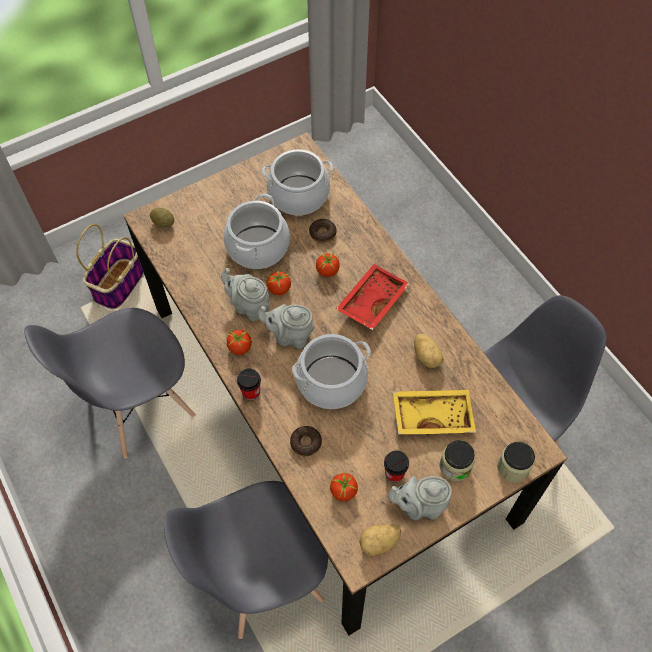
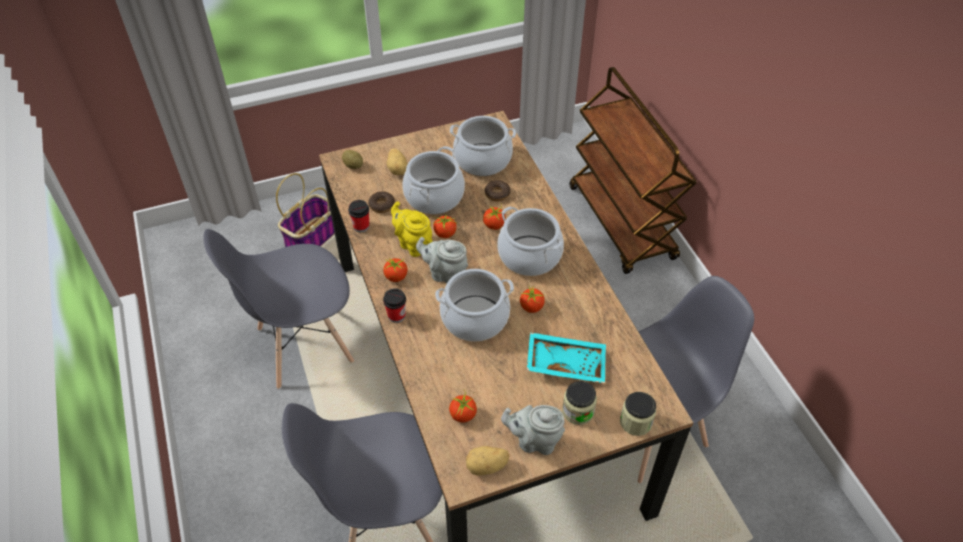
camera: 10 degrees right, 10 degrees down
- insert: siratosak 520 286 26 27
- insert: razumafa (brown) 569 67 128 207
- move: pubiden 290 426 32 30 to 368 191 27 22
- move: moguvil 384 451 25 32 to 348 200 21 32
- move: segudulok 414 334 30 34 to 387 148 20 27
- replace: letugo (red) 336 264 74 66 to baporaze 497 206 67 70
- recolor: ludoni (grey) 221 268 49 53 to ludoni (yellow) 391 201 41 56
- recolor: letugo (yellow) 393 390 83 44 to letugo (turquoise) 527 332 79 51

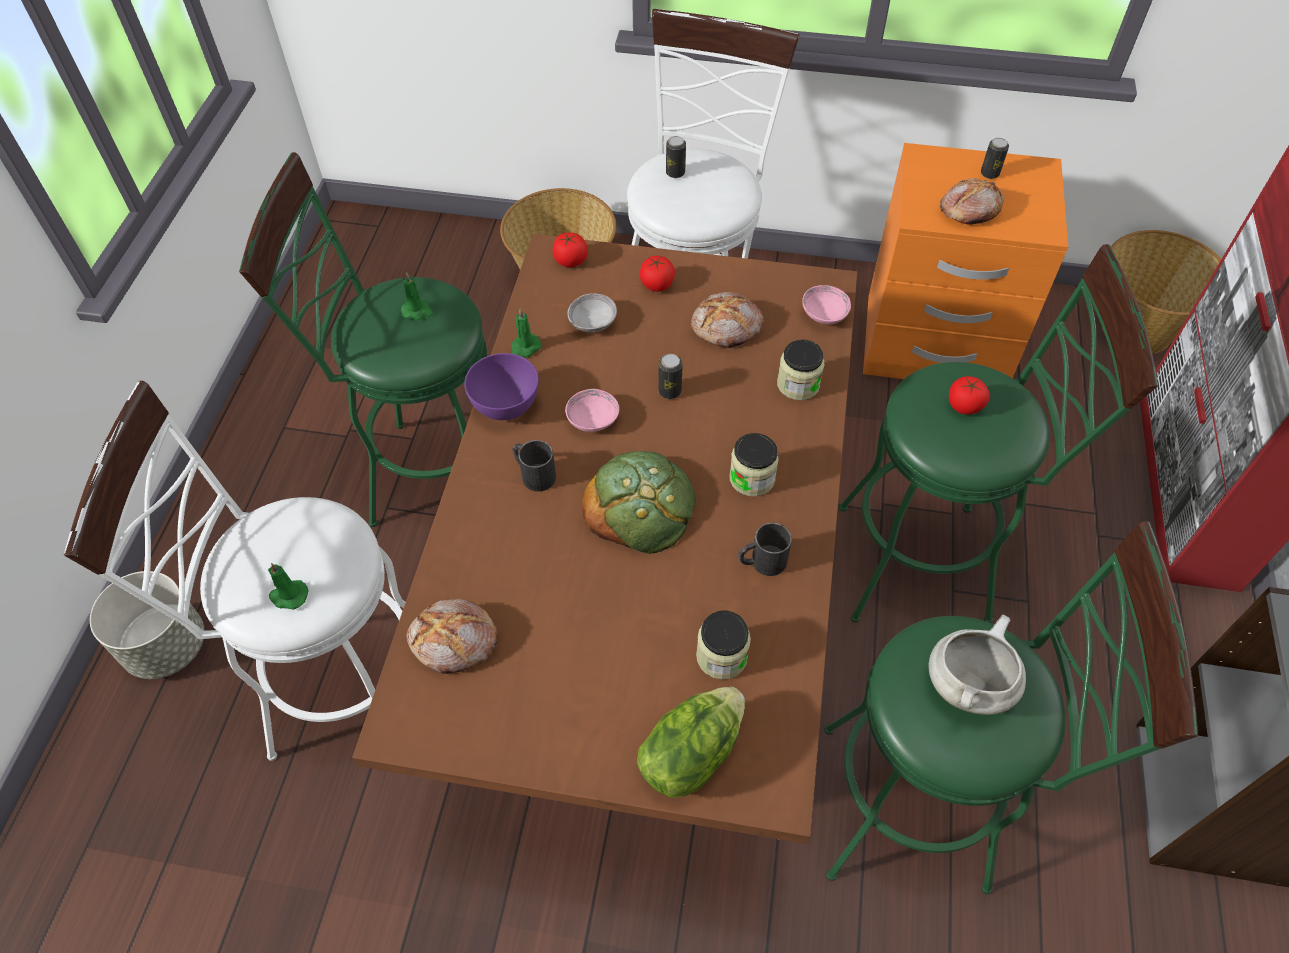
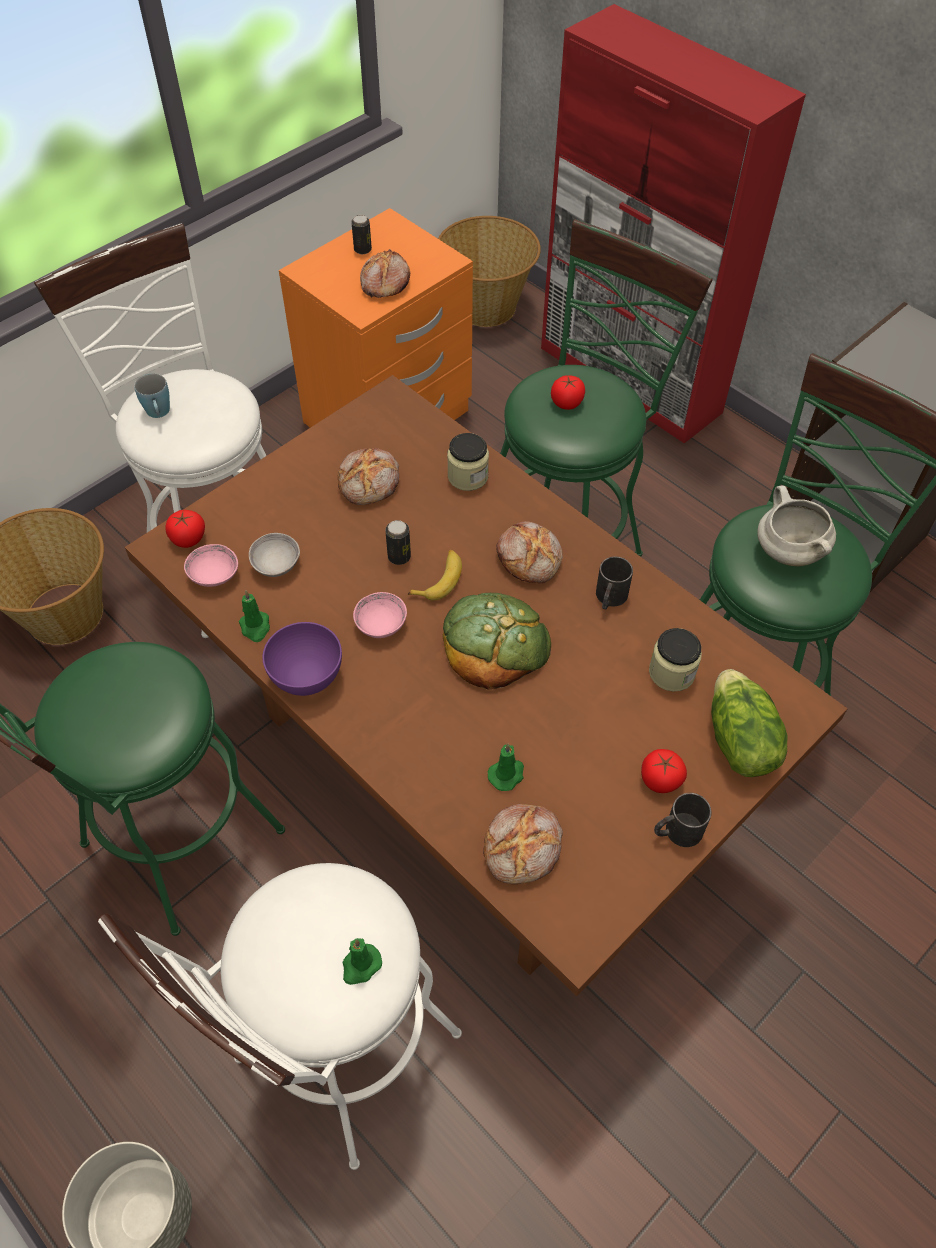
camera: 55 degrees left, 0 degrees up
- insert: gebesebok 408 550 54 50
- move: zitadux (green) 401 272 33 48 to 488 743 36 48
- move: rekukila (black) 512 440 44 52 to 654 793 57 54
- move: siratosak 640 256 35 36 to 641 749 46 44
- move: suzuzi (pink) 802 285 49 39 to 184 544 54 43
- replace: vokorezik 666 136 20 42 to rekukila (blue) 134 373 36 45
- replace: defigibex 729 433 50 63 to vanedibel 497 521 66 63

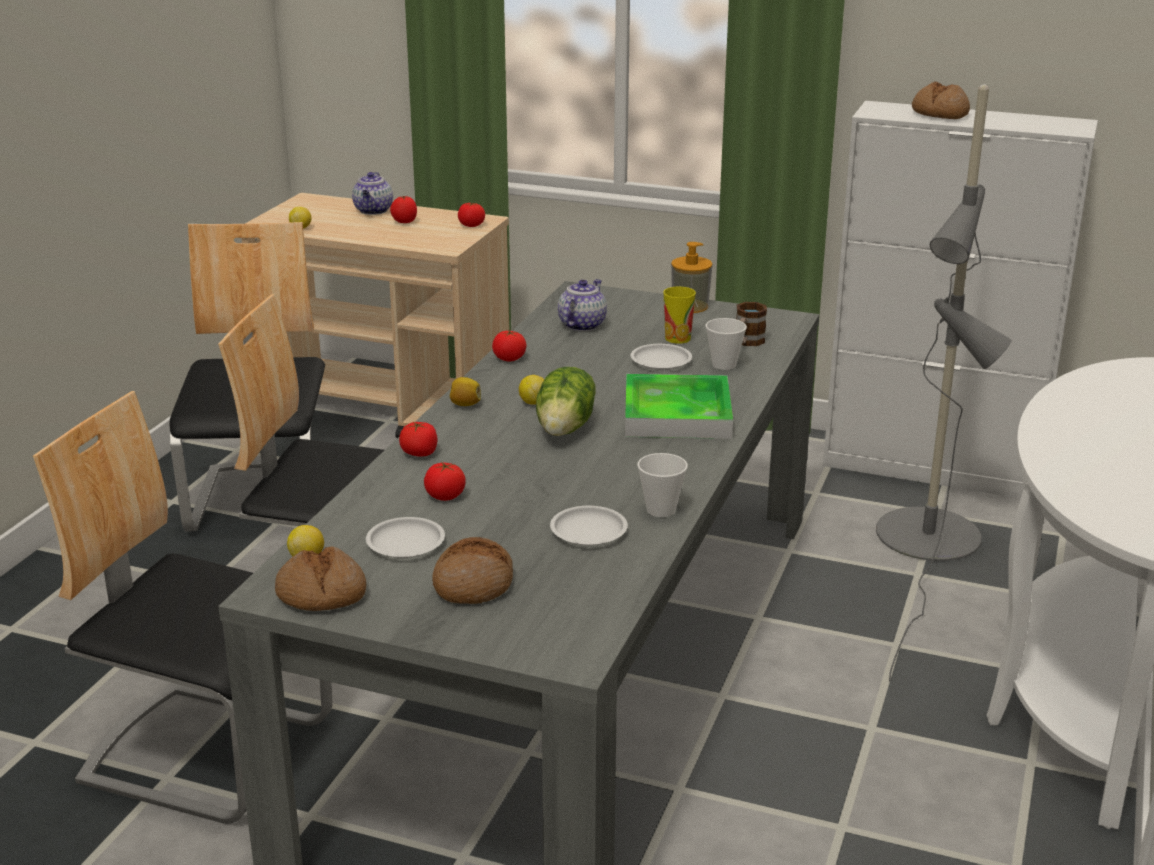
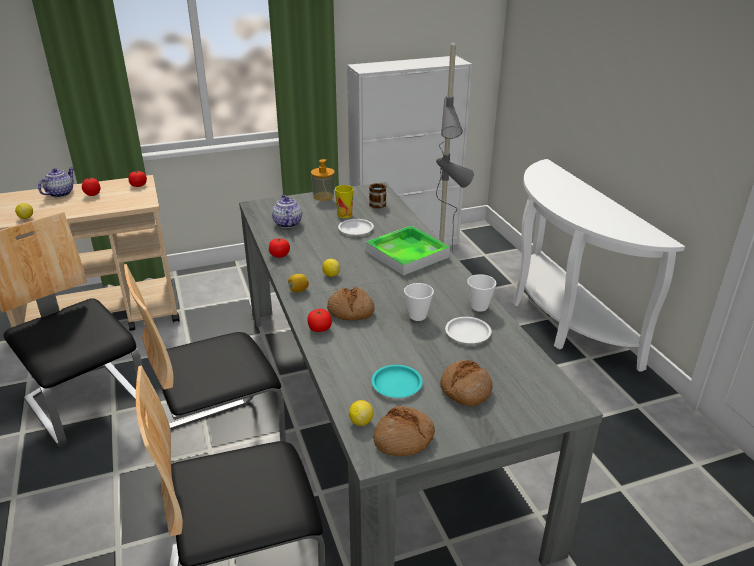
camera: 40 degrees left, 5 degrees up
- delete: siratosak 424 463 42 38
- delete: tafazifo 536 367 60 69
- move: moguvil 705 318 42 52 to 404 283 30 38
- move: vanedibel 912 81 58 38 to 327 287 47 34
- recolor: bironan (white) 366 517 79 41 to bironan (turquoise) 371 365 52 33
- rotate: ludoni 352 172 41 43 = 38 168 36 30 120 degrees counterclockwise

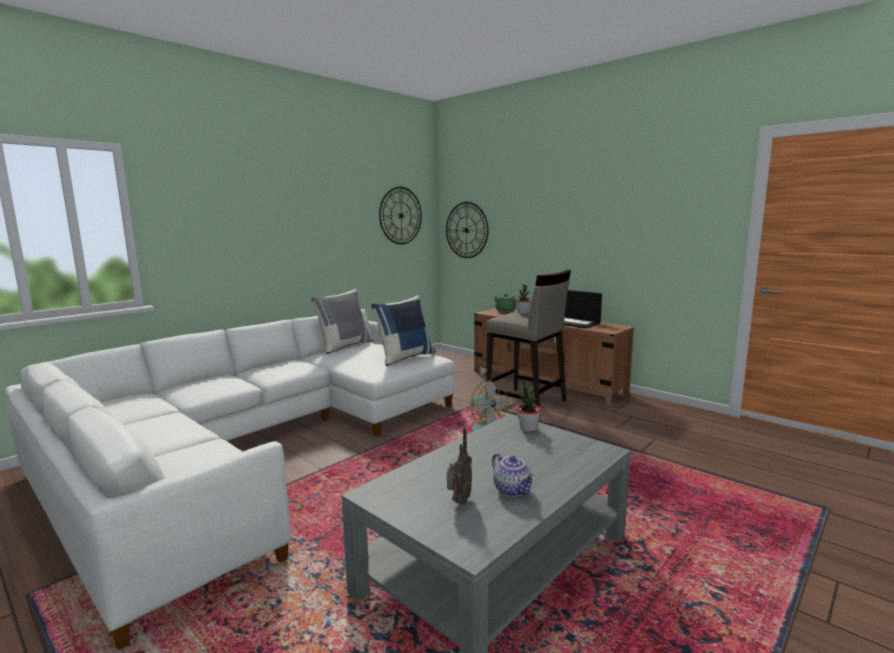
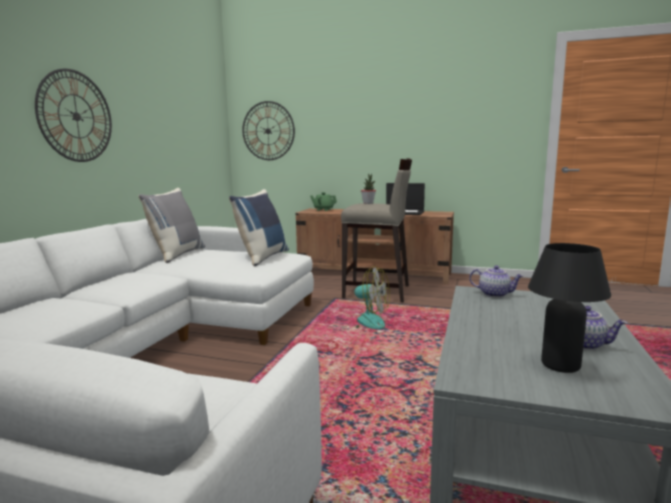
camera: 25 degrees left, 0 degrees up
- move: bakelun 379 187 43 58 to 35 69 77 93
- replace: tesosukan 447 427 25 77 to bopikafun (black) 528 243 83 130
- replace: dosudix 516 380 25 52 to ludoni 469 265 54 32

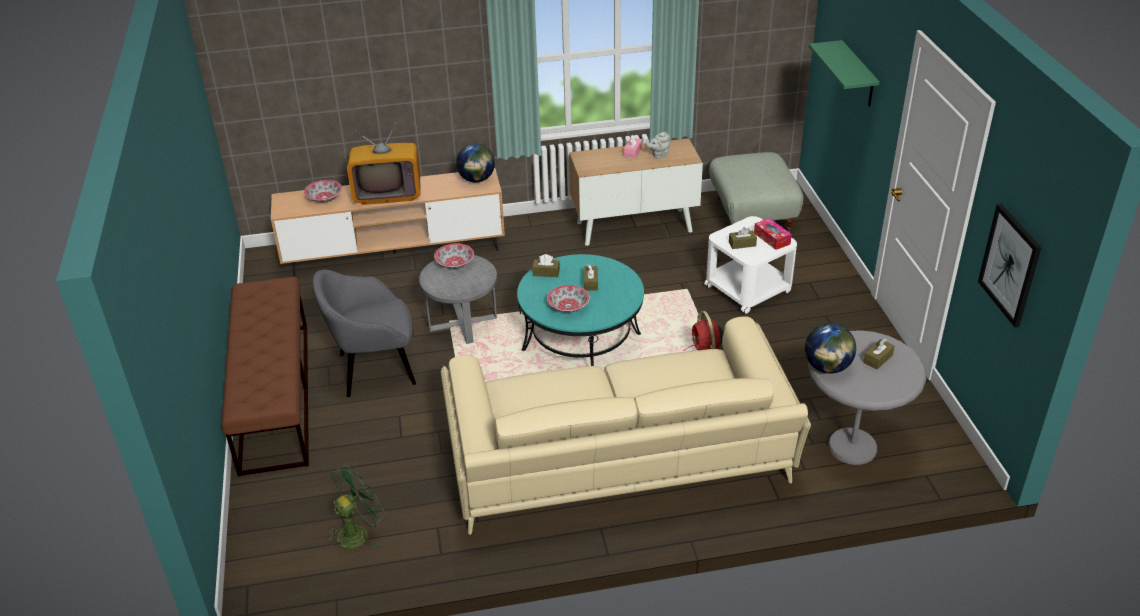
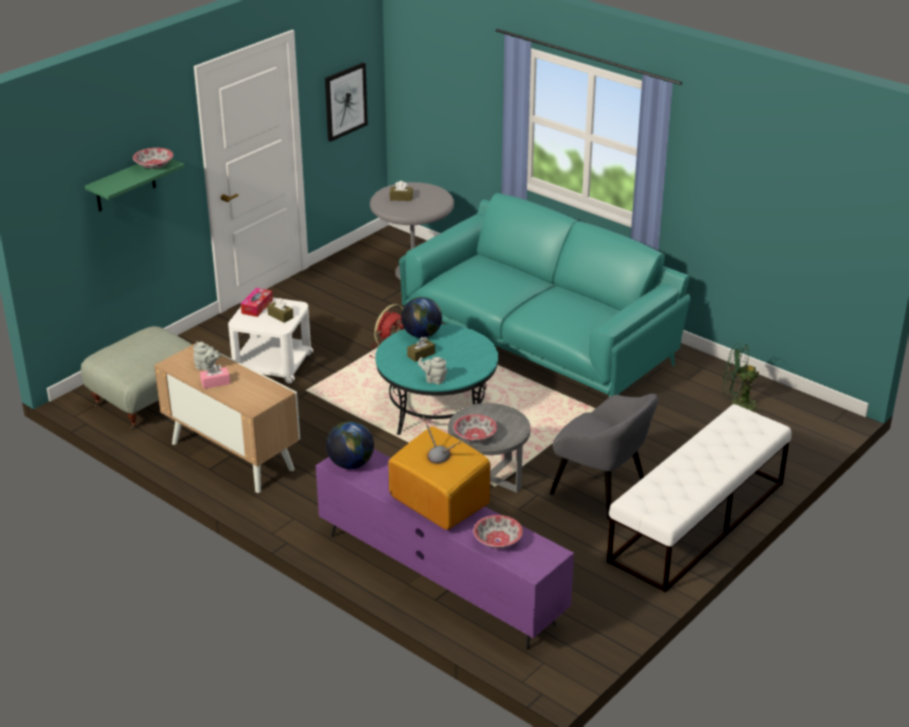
camera: 130 degrees left, 5 degrees down
- move: suzuzi 547 285 43 28 to 133 148 40 21
- move: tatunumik 805 323 51 51 to 401 297 41 41
- replace: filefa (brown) 532 254 28 23 to ludoni (grey) 418 357 29 28
- recolor: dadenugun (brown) 221 277 88 199 to dadenugun (white) 607 404 185 189
- recolor: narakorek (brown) 271 168 234 109 to narakorek (purple) 316 449 258 201
- recolor: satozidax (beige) 441 316 370 219 to satozidax (turquoise) 399 193 291 204

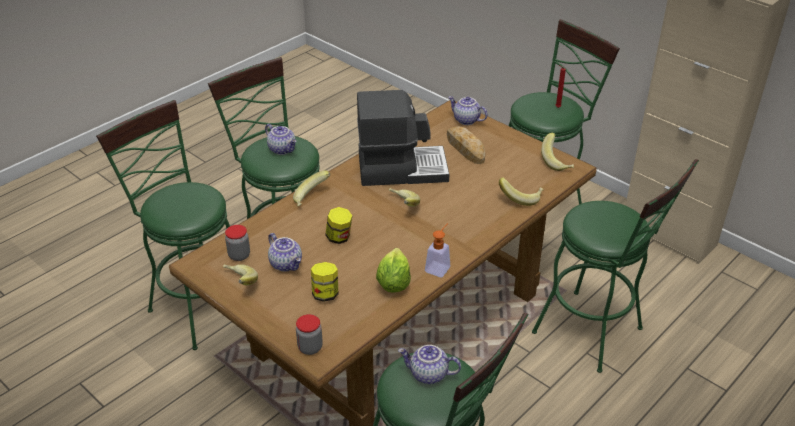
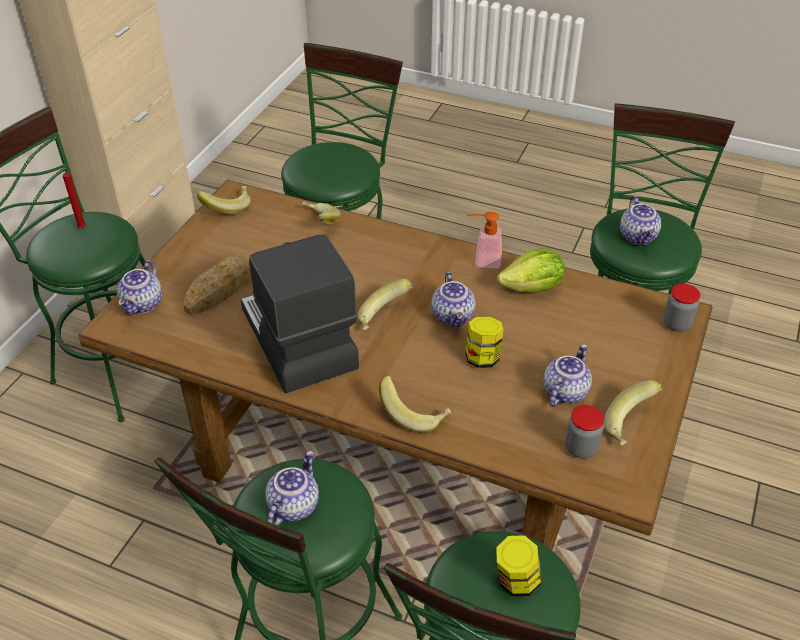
camera: 110 degrees left, 5 degrees up
- insert: ludoni 431 272 44 56
- move: defigibex 311 262 27 40 to 497 535 44 61

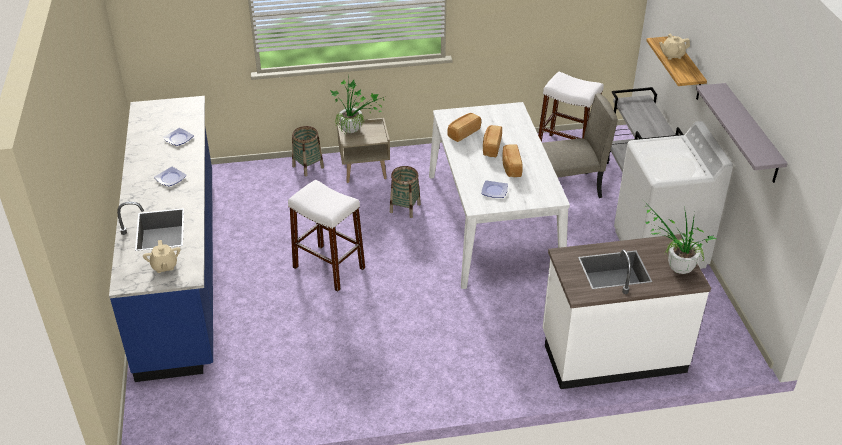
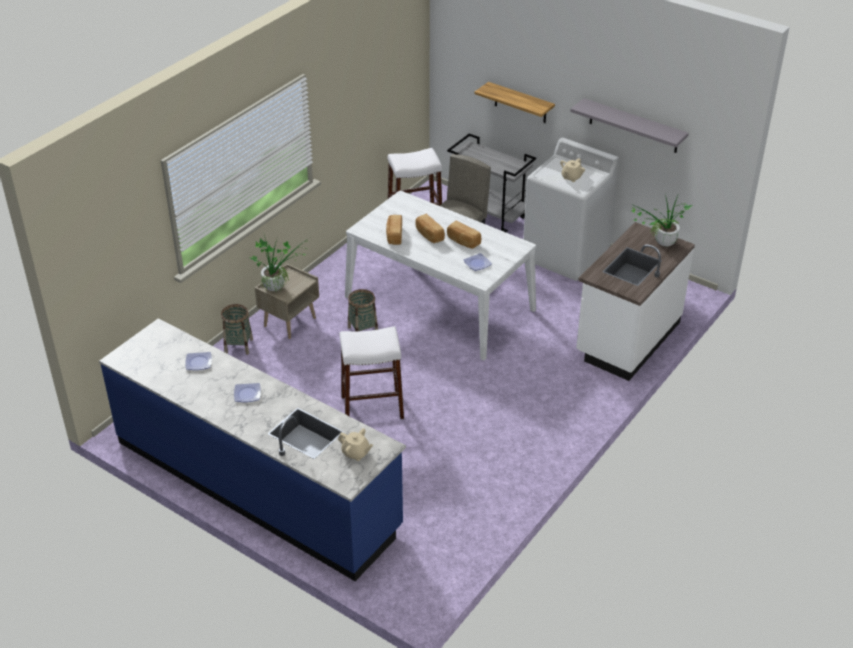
camera: 45 degrees left, 0 degrees up
- move: ludoni (beige) 659 34 31 26 to 560 158 25 24

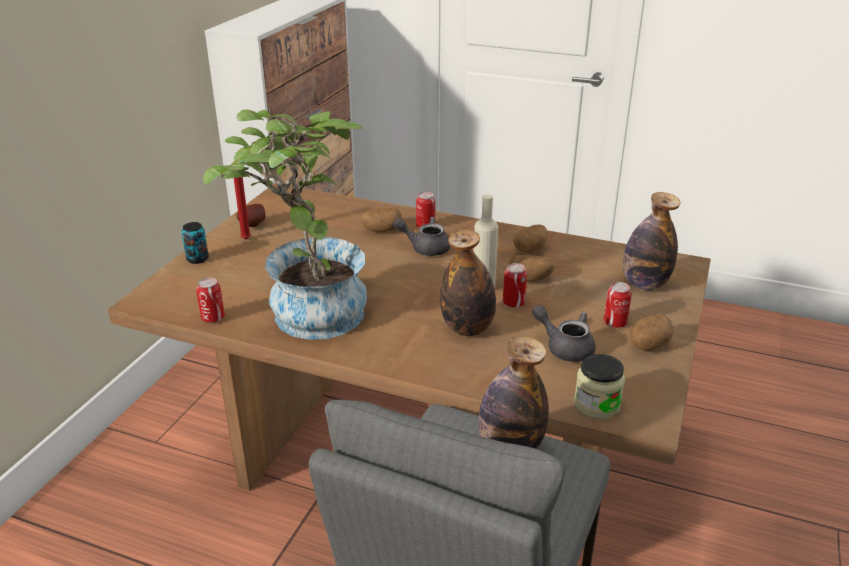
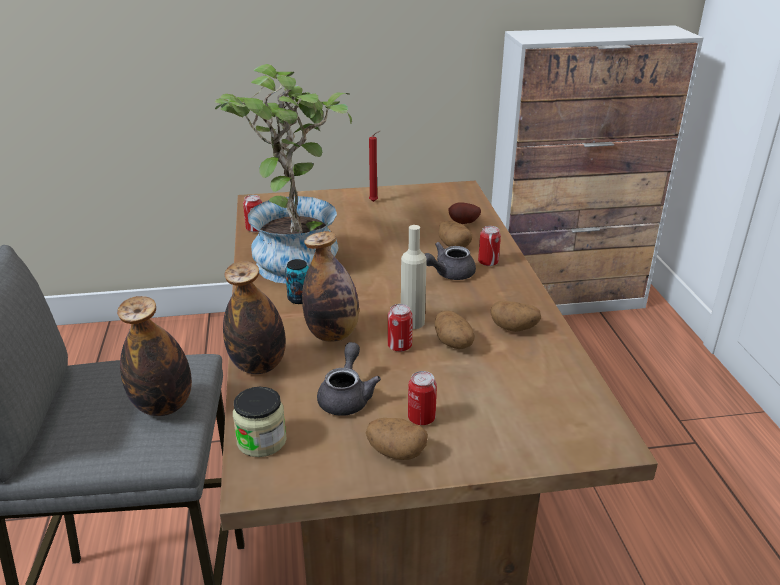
camera: 60 degrees right, 0 degrees up
- move: vokorezik 182 222 27 42 to 285 259 24 45
- move: segudulok 237 204 29 23 to 449 202 32 22
- move: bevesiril 623 192 58 98 to 223 261 63 113
- rotate: ludoni (grey) 393 217 57 39 = 425 242 51 38 105 degrees counterclockwise

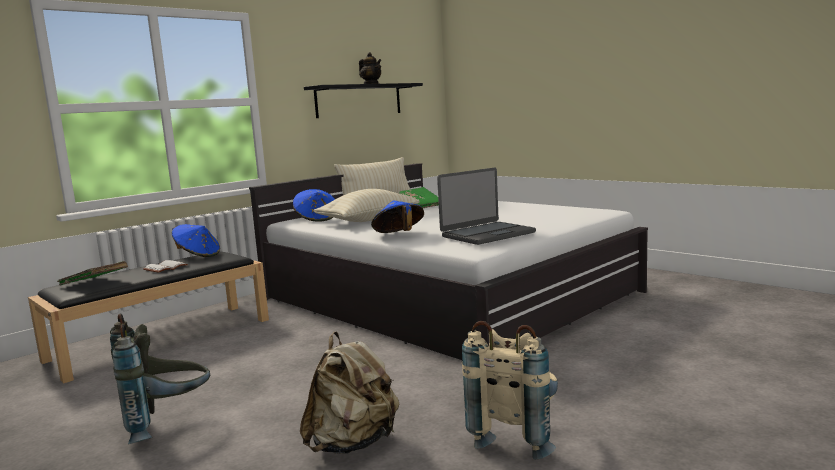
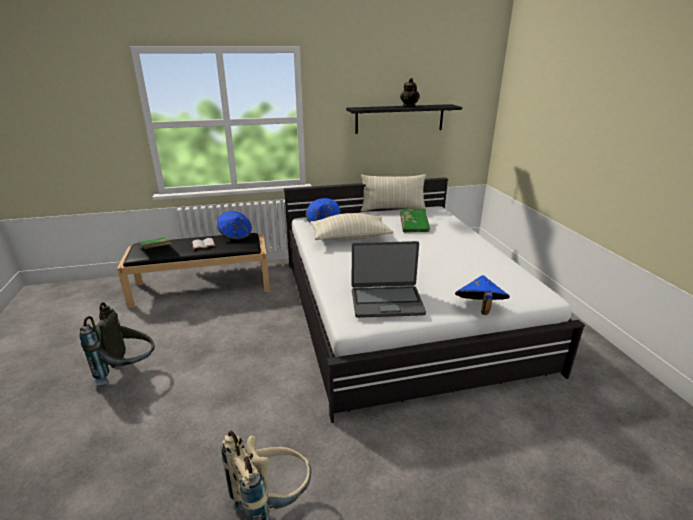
camera: 30 degrees right, 15 degrees up
- delete: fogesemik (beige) 300 332 99 122
- move: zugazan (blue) 371 200 53 33 to 455 275 55 40

